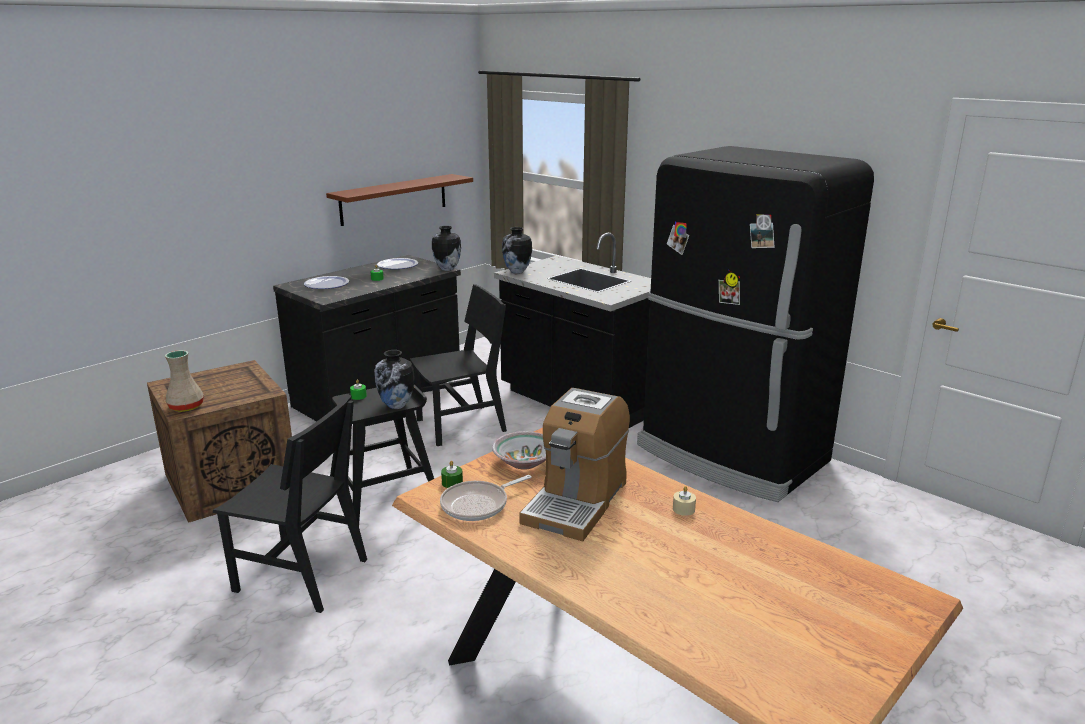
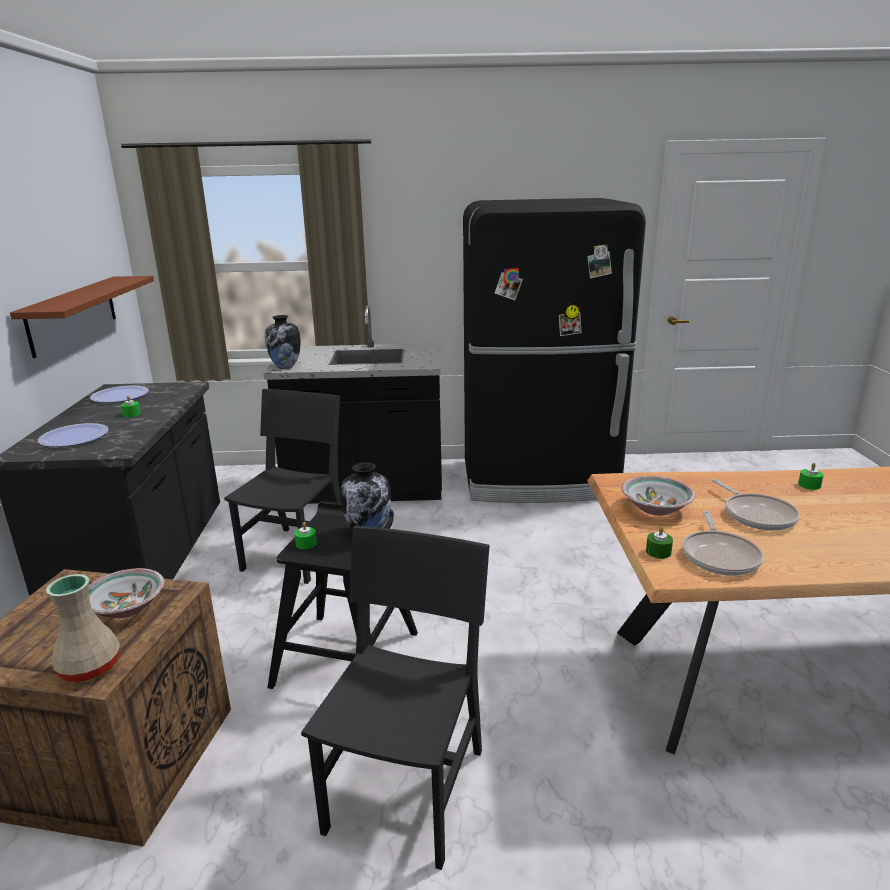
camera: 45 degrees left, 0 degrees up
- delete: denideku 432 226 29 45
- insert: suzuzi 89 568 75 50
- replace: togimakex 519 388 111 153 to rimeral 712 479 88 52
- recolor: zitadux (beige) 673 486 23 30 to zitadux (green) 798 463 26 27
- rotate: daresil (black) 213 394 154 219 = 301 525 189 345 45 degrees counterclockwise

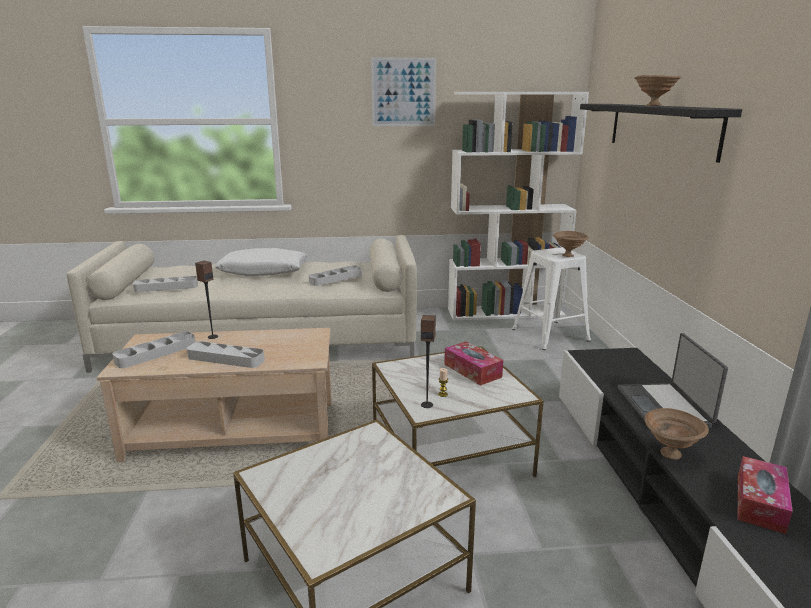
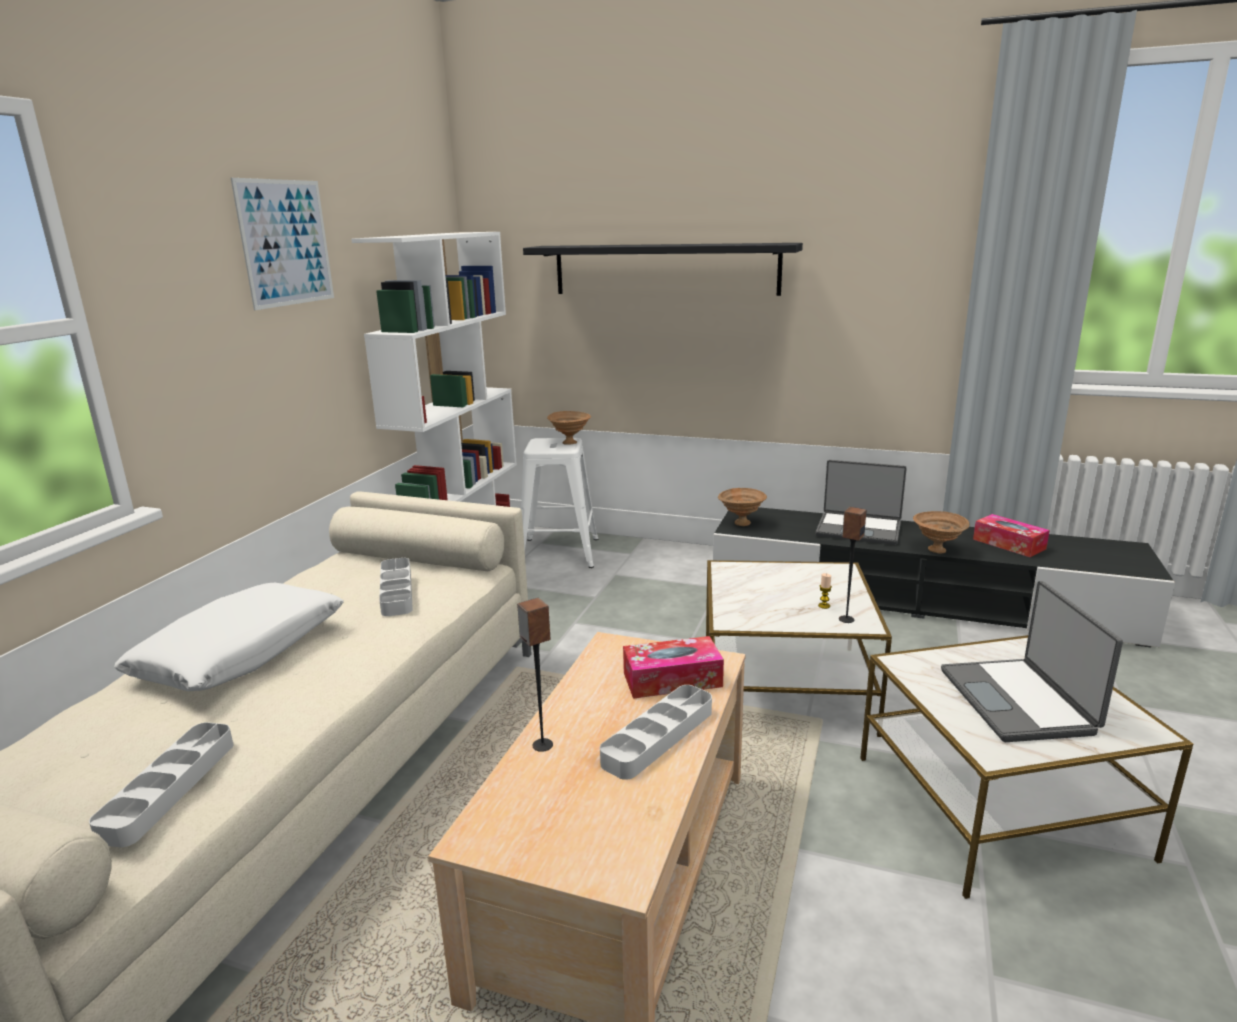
camera: 65 degrees left, 0 degrees up
- delete: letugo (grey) 112 331 83 37
- insert: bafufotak 941 581 182 161
- move: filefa 444 341 59 45 to 623 636 101 63
- move: suzuzi (brown) 634 75 47 31 to 718 488 49 38

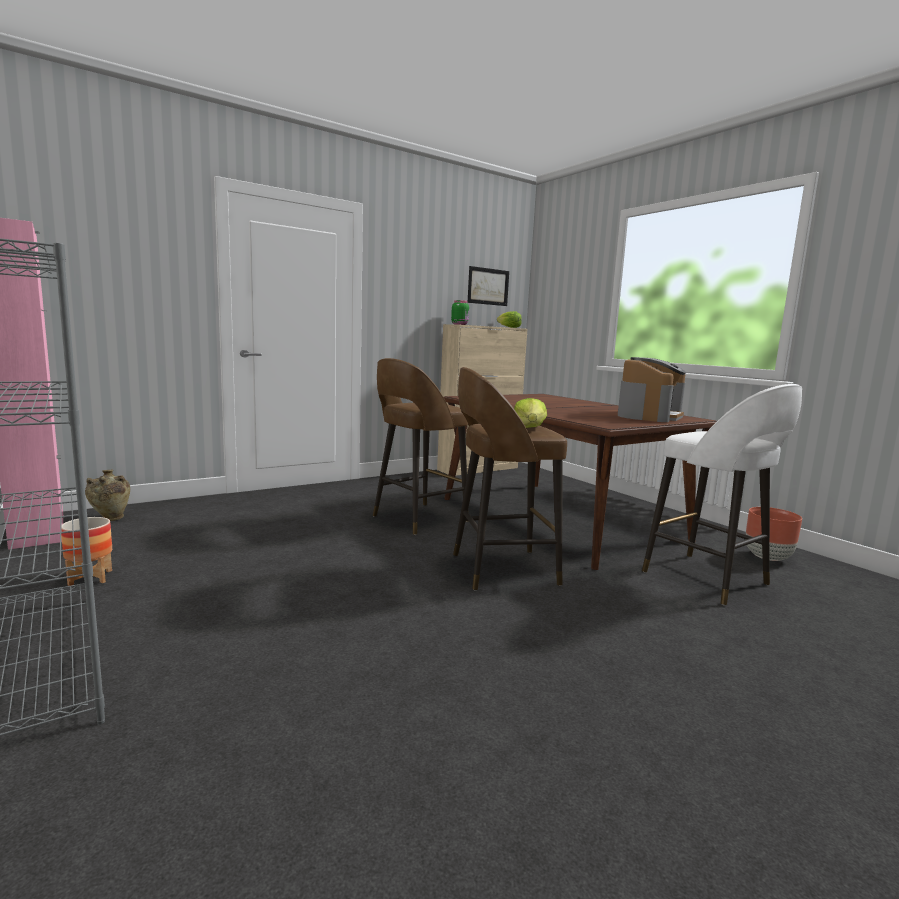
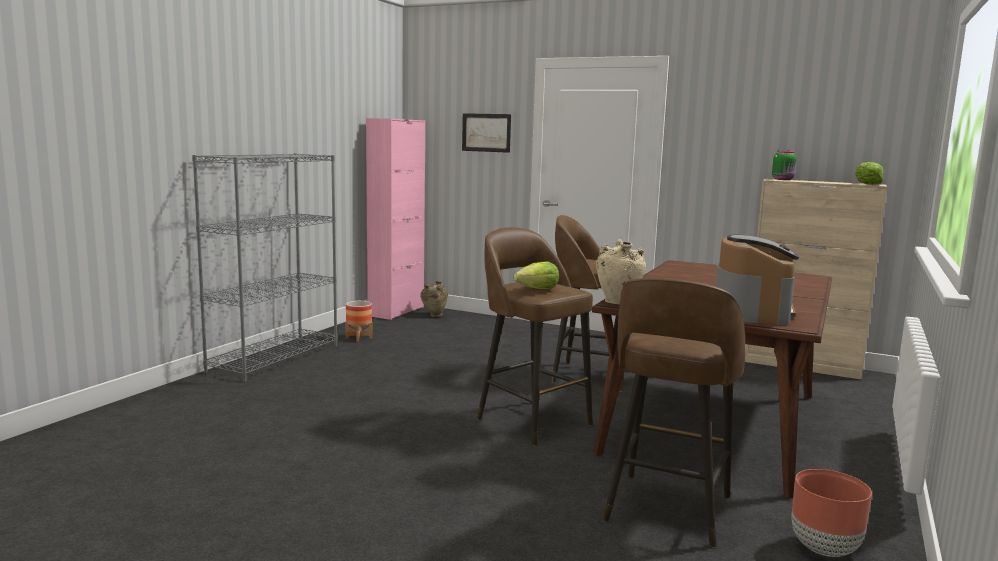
camera: 60 degrees right, 0 degrees up
- insert: denideku (beige) 596 239 50 65
- move: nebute 468 266 41 40 to 462 113 49 40
- recolor: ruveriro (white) 642 384 160 221 to ruveriro (brown) 602 278 143 270
- rotate: togimakex 618 357 68 65 = 716 234 83 91 75 degrees counterclockwise

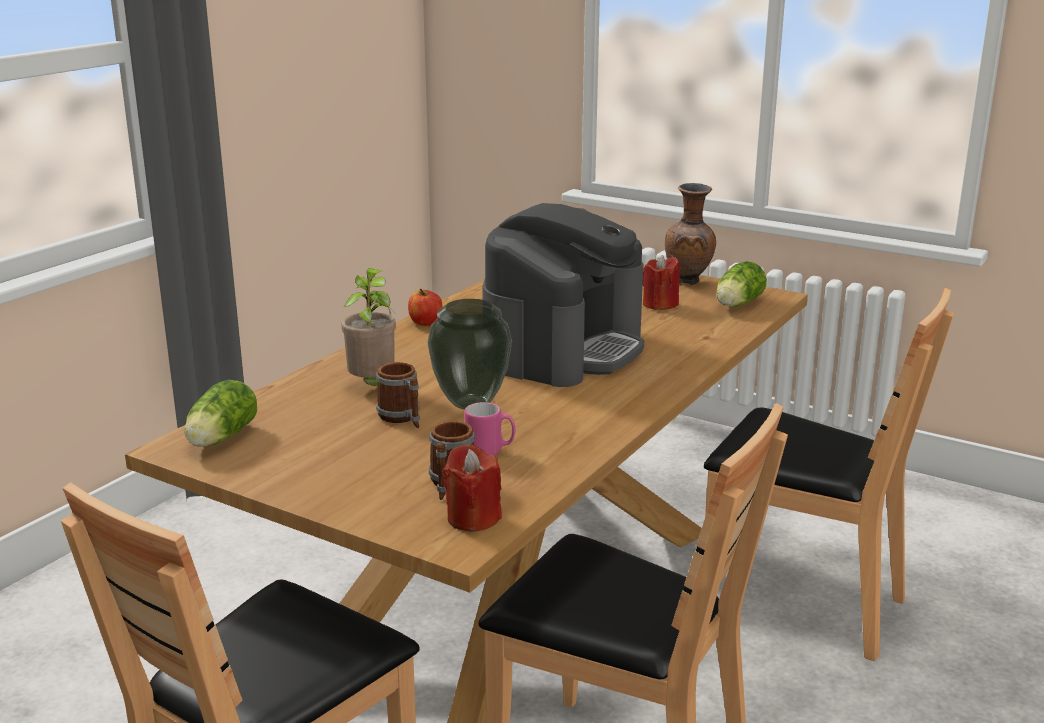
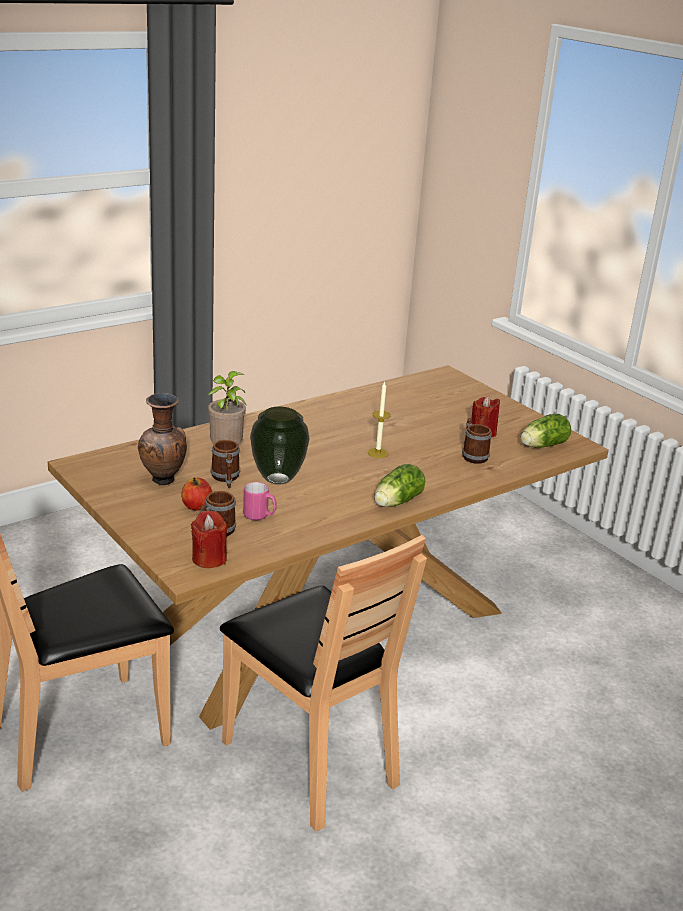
camera: 20 degrees right, 5 degrees up
- delete: daresil (brown) 704 288 250 373
- insert: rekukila 462 418 30 46
- move: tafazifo 185 380 72 67 to 374 464 51 43
- move: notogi 408 289 34 37 to 181 477 31 34
- move: denideku (brown) 665 183 51 102 to 138 393 49 93
- replace: togimakex 482 203 162 184 to zitadux 368 381 23 77

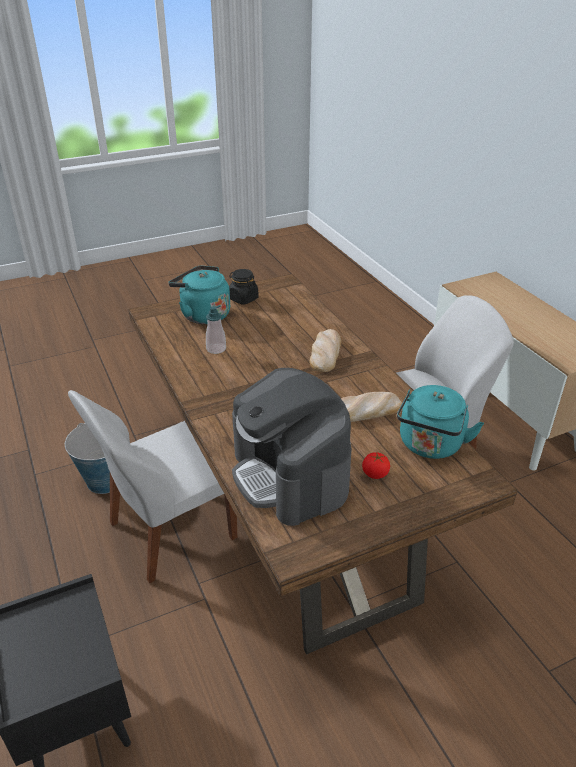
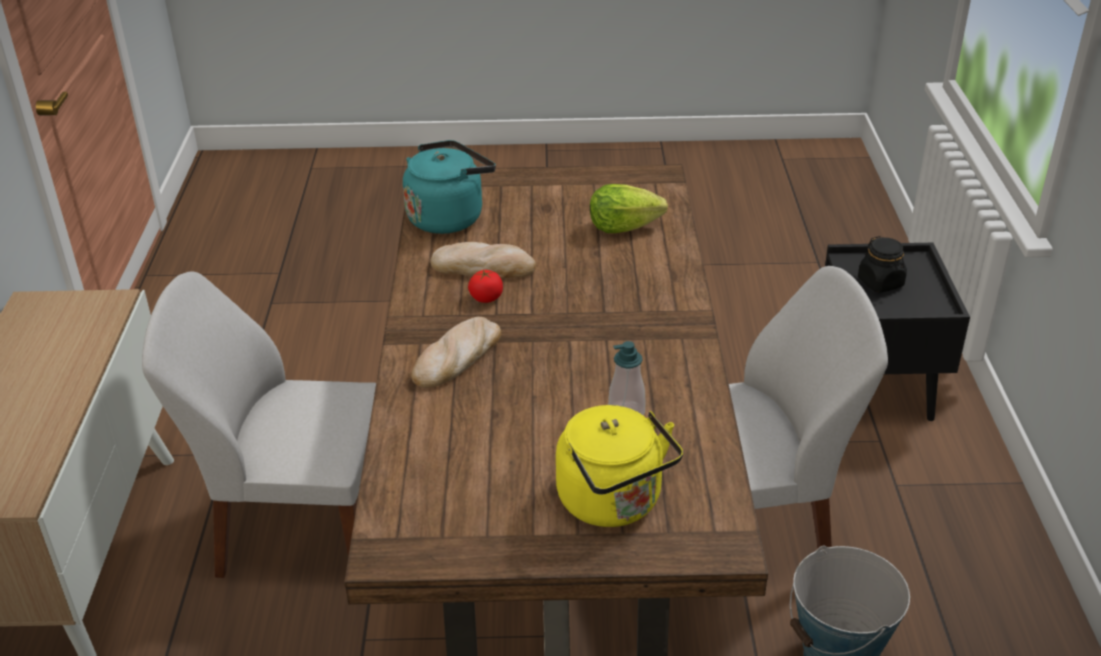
camera: 155 degrees left, 0 degrees up
- move: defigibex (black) 229 269 29 36 to 858 236 49 57
- move: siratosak 362 452 28 27 to 468 270 35 33
- replace: togimakex 232 368 120 158 to tafazifo 590 184 78 49
- recolor: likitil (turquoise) 168 265 62 59 to likitil (yellow) 556 405 127 122

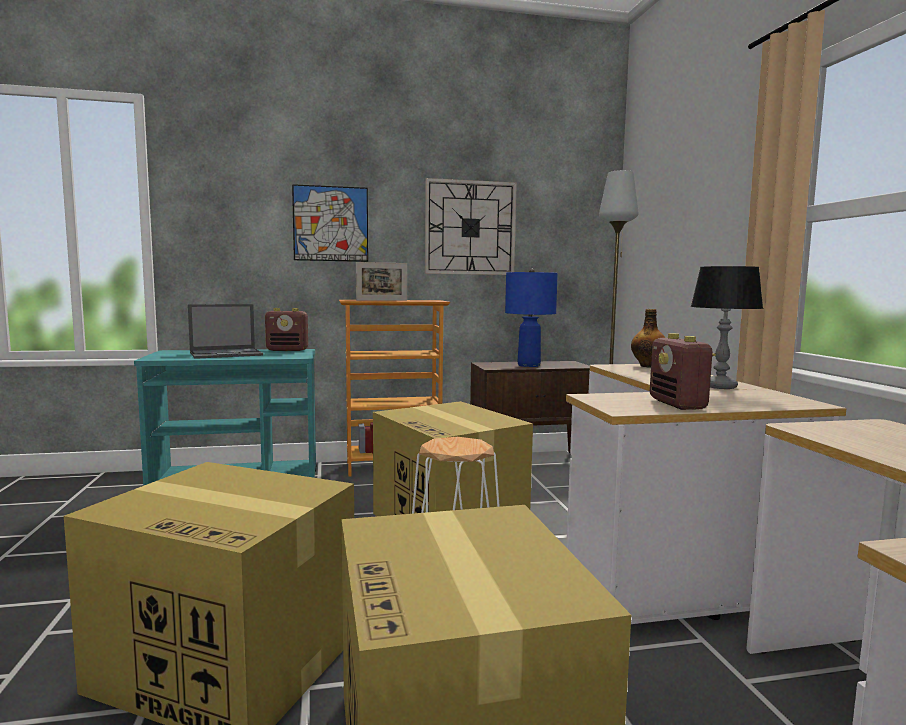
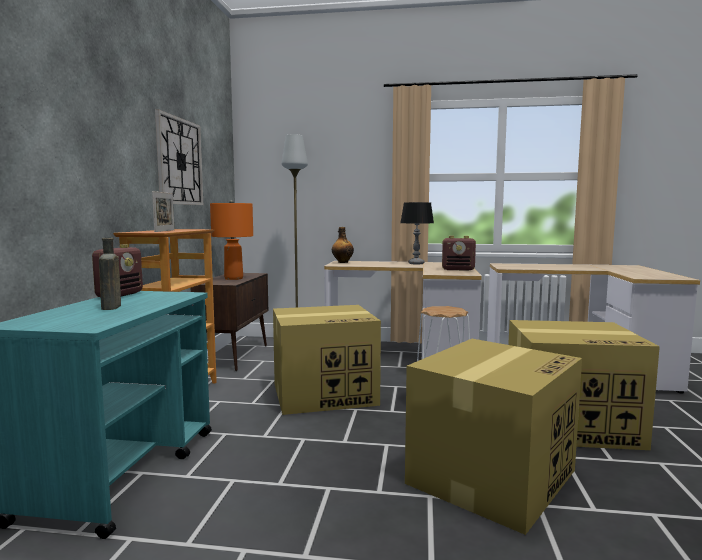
camera: 70 degrees left, 0 degrees up
- delete: nebute 292 184 76 78
- replace: bafufotak 188 304 75 55 to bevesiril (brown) 99 238 22 72
- recolor: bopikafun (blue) 505 269 53 98 to bopikafun (orange) 210 200 43 80

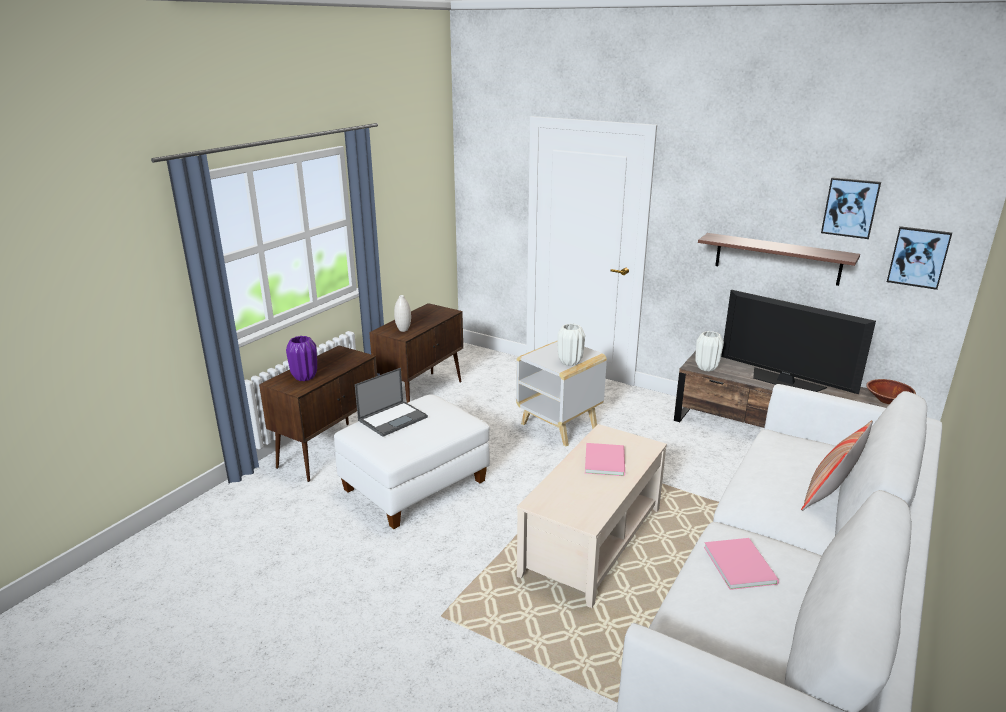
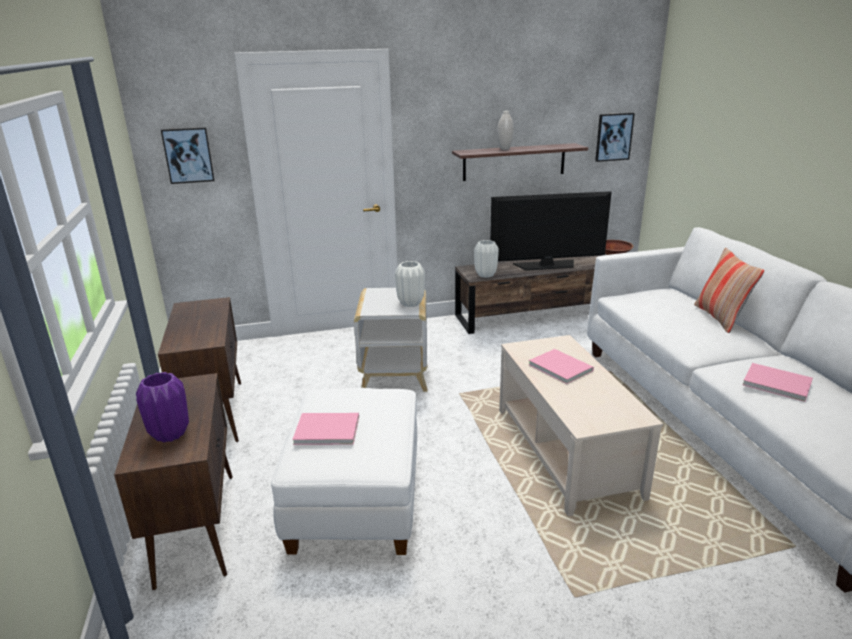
camera: 45 degrees left, 0 degrees up
- move: denideku (white) 394 295 17 37 to 497 111 17 39
- move: nebute 821 177 60 62 to 161 127 54 57
- replace: bafufotak 355 368 73 69 to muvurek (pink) 292 413 67 32

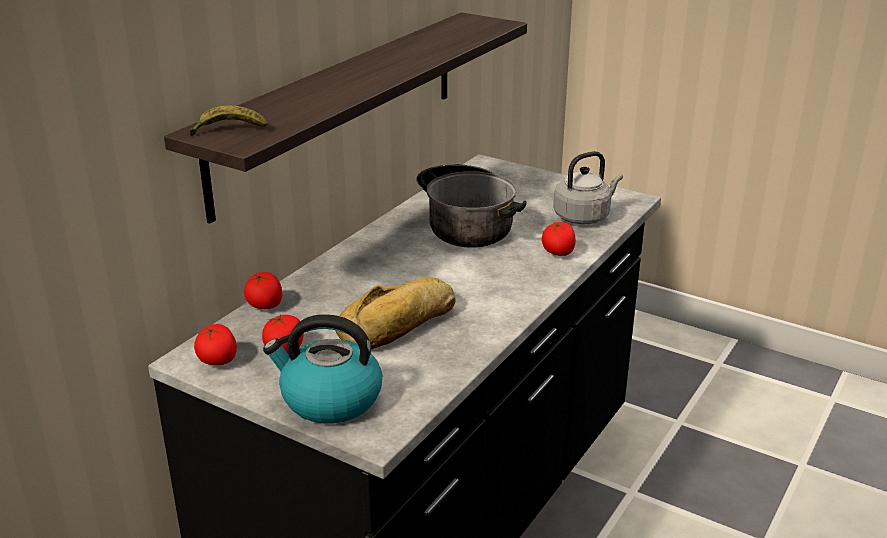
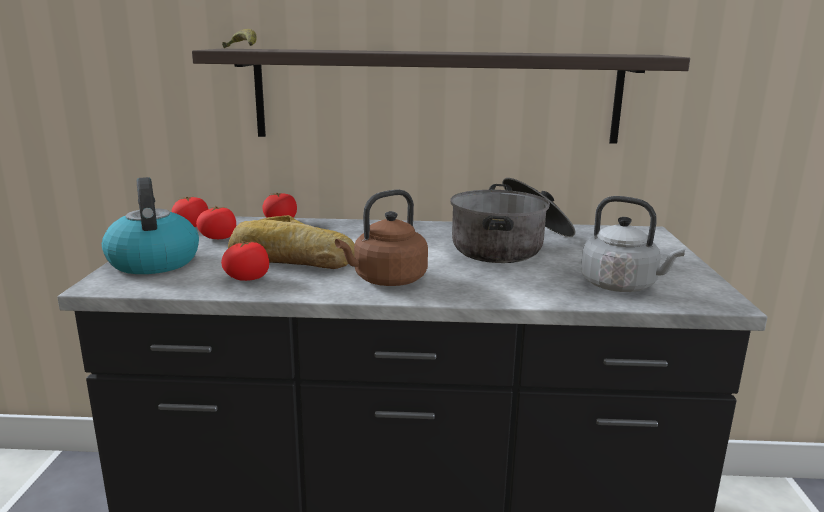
camera: 60 degrees right, 10 degrees down
- insert: likitil (brown) 335 190 93 96
- move: siratosak 542 222 34 34 to 221 240 48 41

